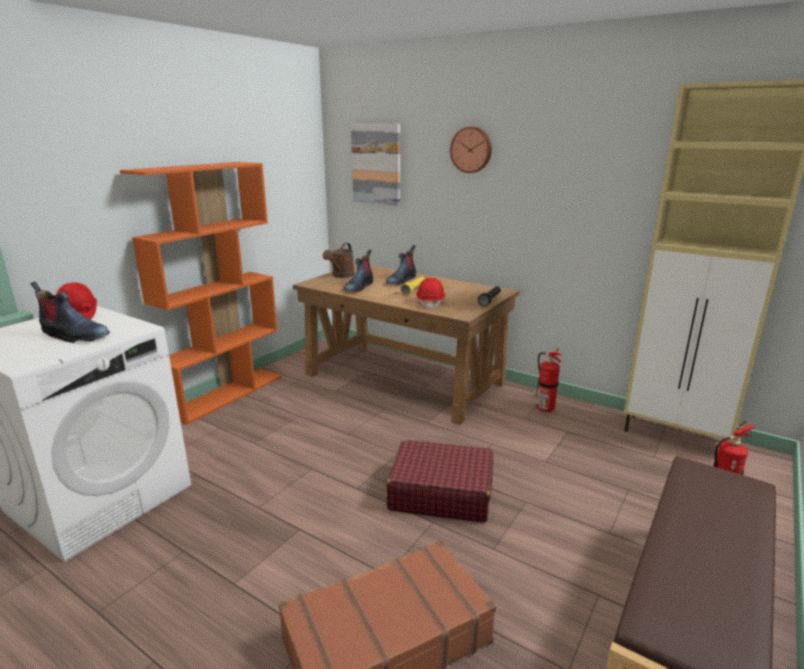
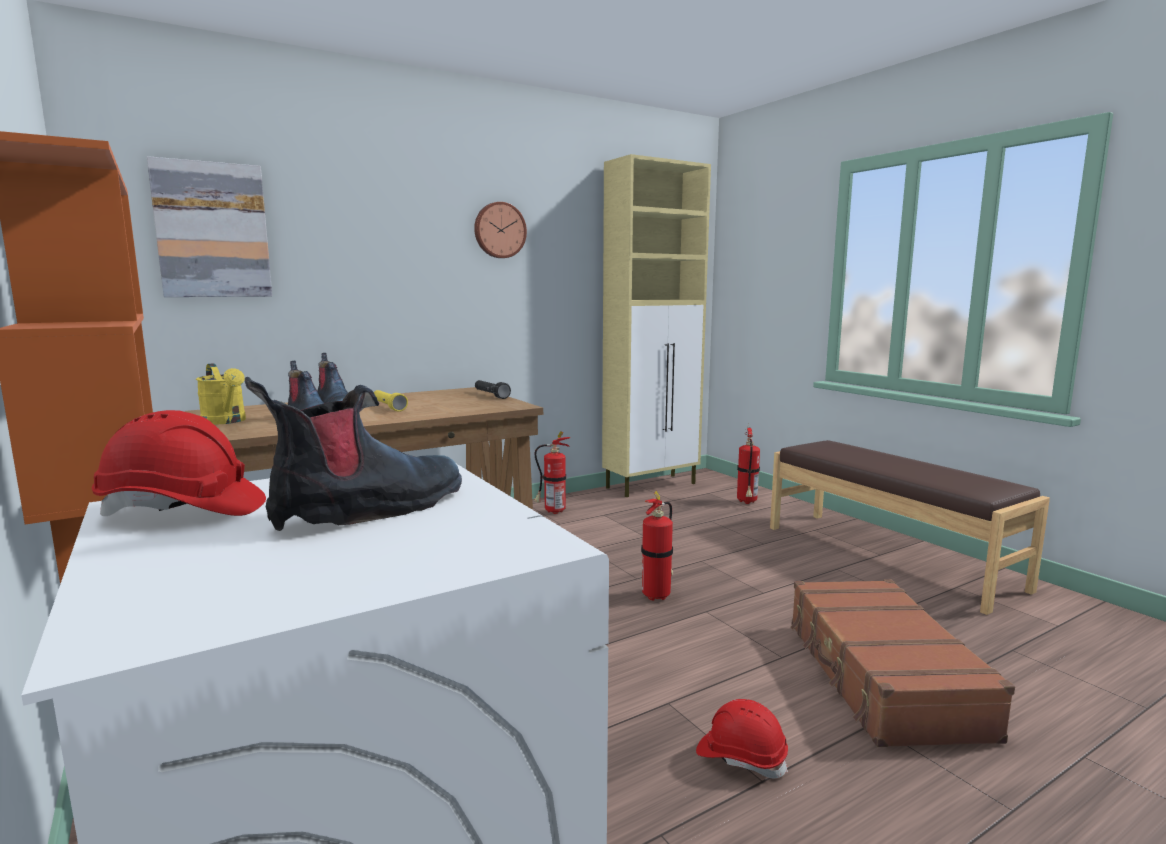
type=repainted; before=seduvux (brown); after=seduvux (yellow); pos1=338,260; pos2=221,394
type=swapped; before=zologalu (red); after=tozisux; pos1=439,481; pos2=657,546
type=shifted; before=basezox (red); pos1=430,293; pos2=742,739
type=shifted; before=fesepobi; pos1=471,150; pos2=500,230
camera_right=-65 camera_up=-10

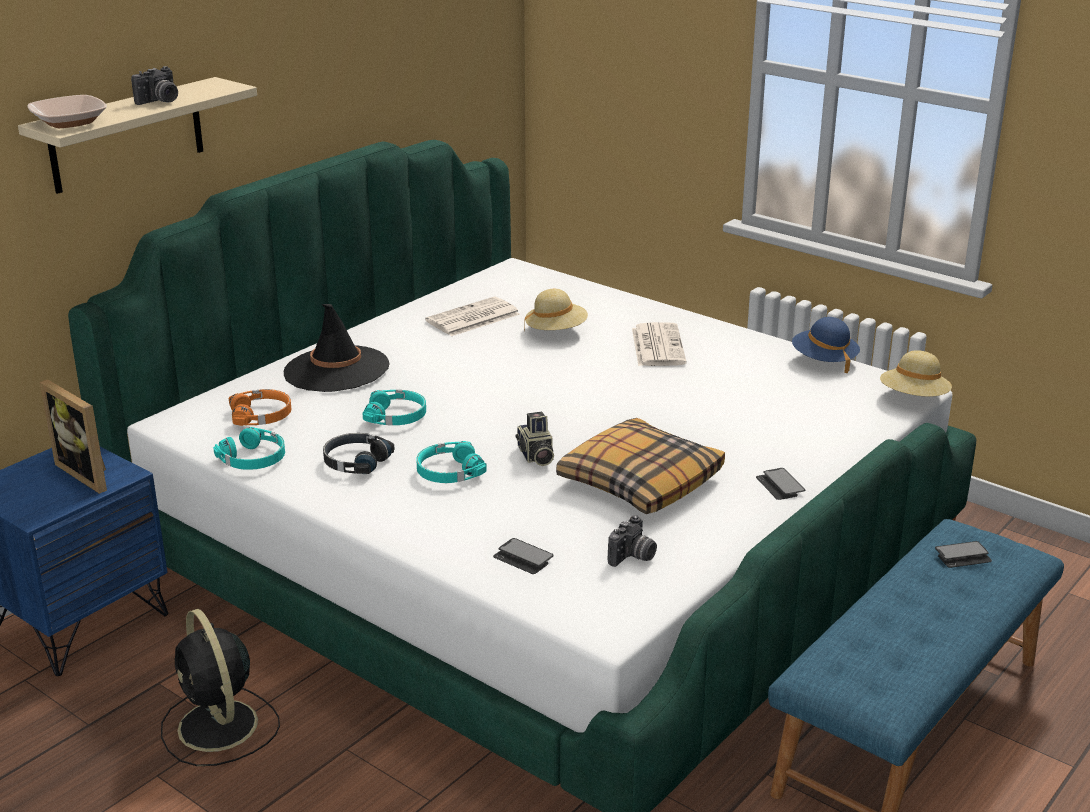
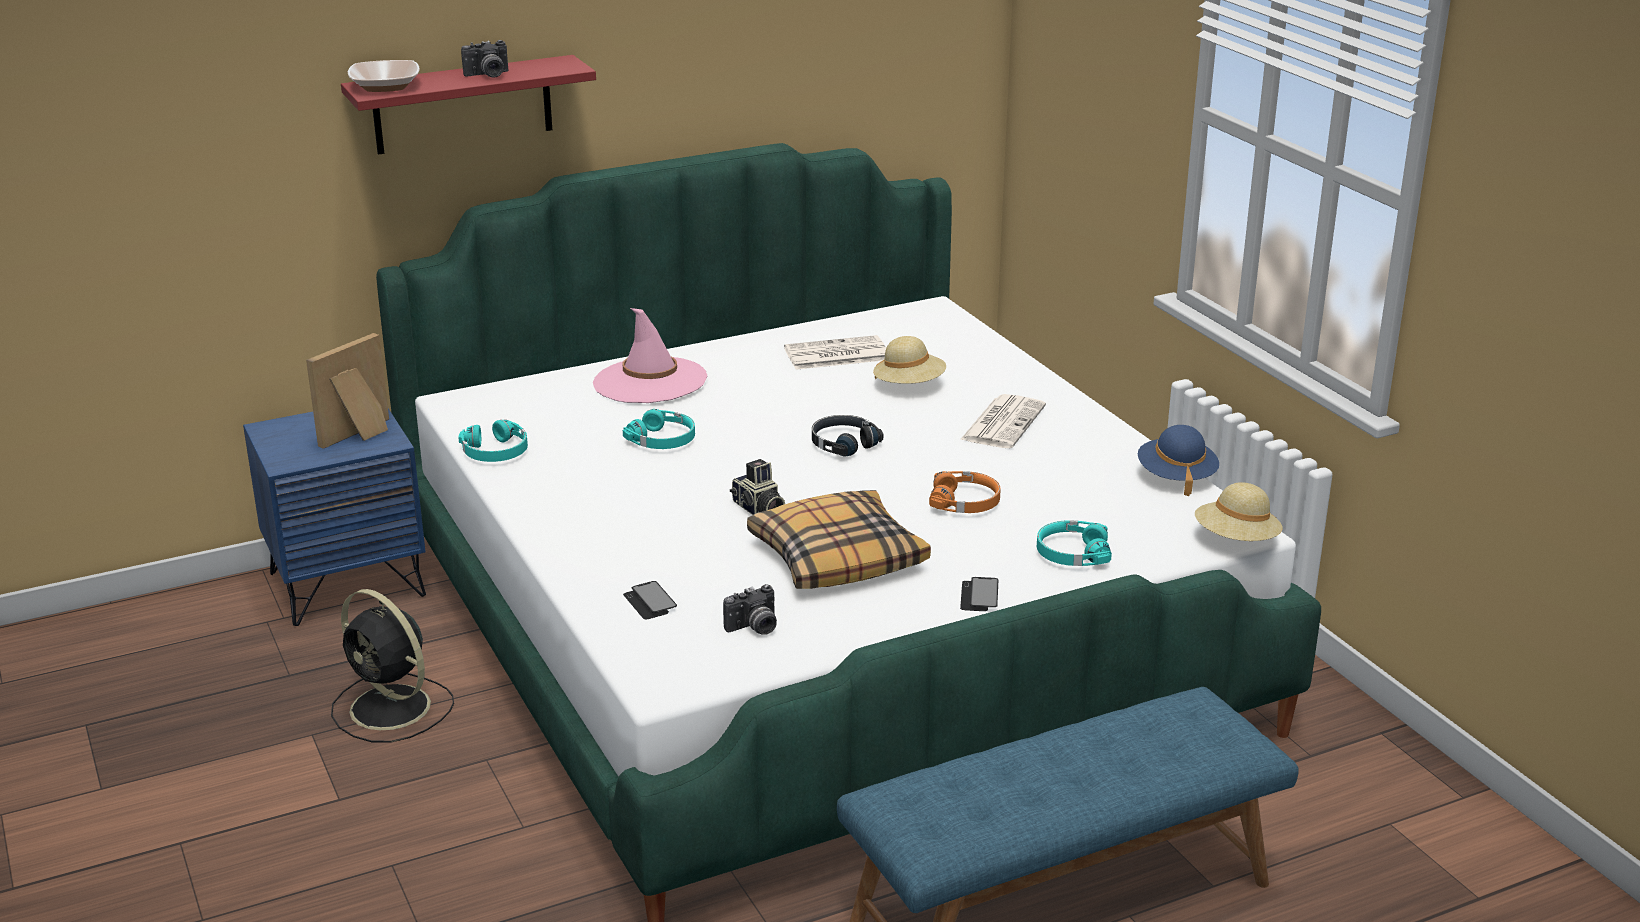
type=repainted; before=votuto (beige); after=votuto (red); pos1=137,135; pos2=468,105
type=rotated; before=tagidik; pos1=73,436; pos2=347,391; turn=60
type=rotated; before=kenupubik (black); pos1=220,687; pos2=392,665; turn=-45
type=shifted; before=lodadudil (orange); pos1=260,407; pos2=965,492
type=repainted; before=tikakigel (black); after=tikakigel (pink); pos1=337,348; pos2=650,355
type=shifted; before=lodadudil (black); pos1=359,453; pos2=847,436
type=shifted; before=lodadudil (turquoise); pos1=451,462; pos2=1074,543
type=rotated; before=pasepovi; pos1=534,439; pos2=757,487; turn=-45
type=gone; before=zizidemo; pos1=963,554
camera_right=25 camera_up=0

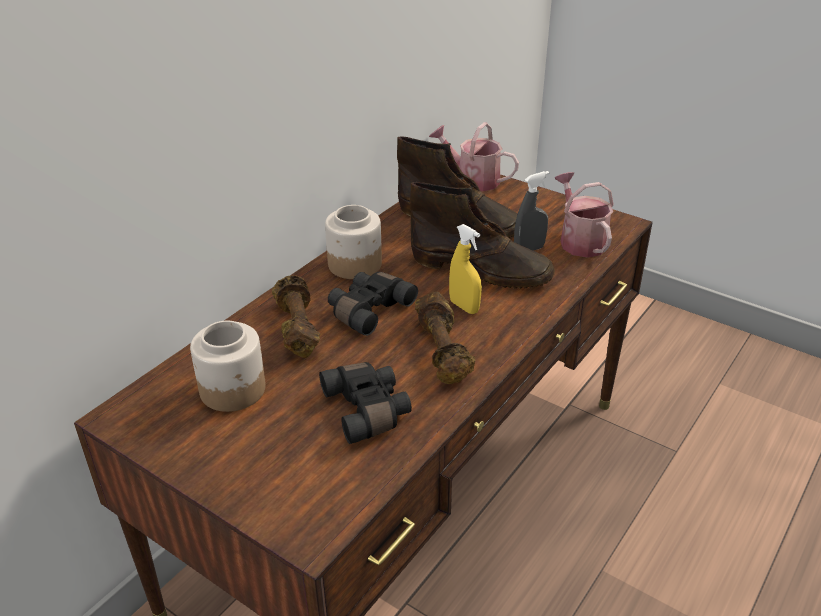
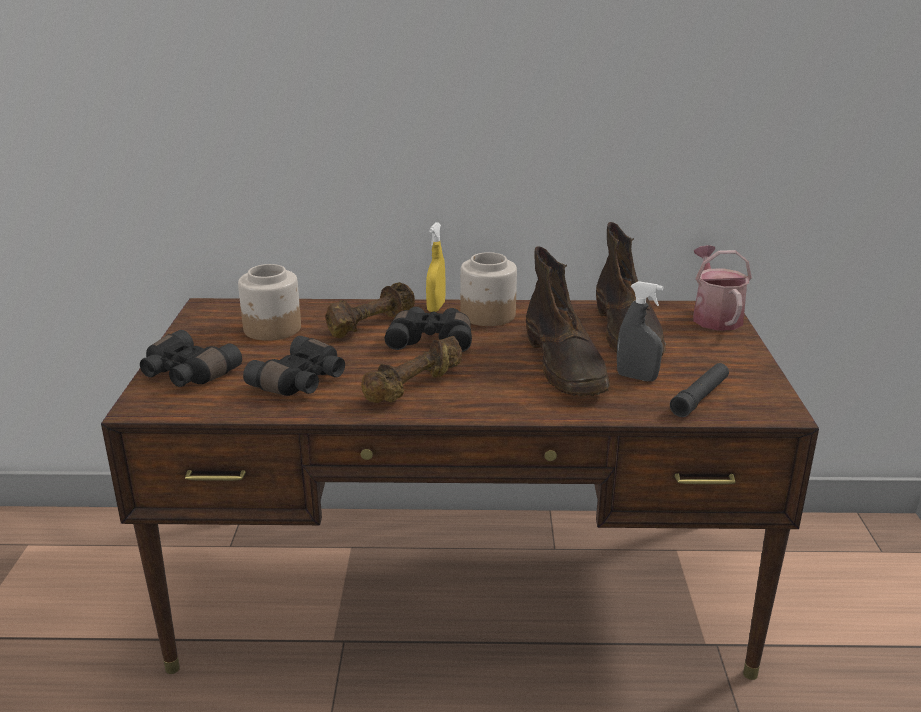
type=shifted; before=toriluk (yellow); pos1=465,269; pos2=436,267
type=swapped; before=seduvux; after=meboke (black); pos1=584,215; pos2=699,390
type=new; after=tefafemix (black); pos2=191,358
camera_right=55 camera_up=-10

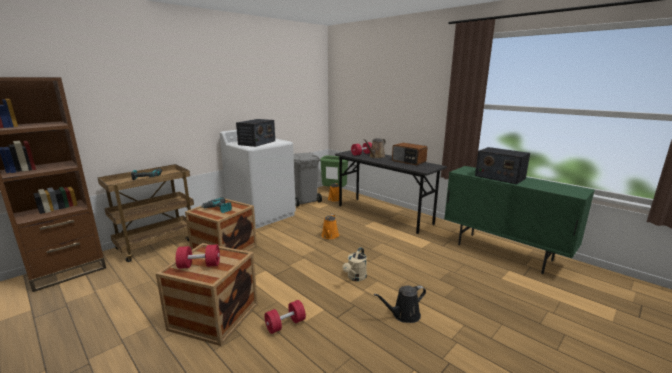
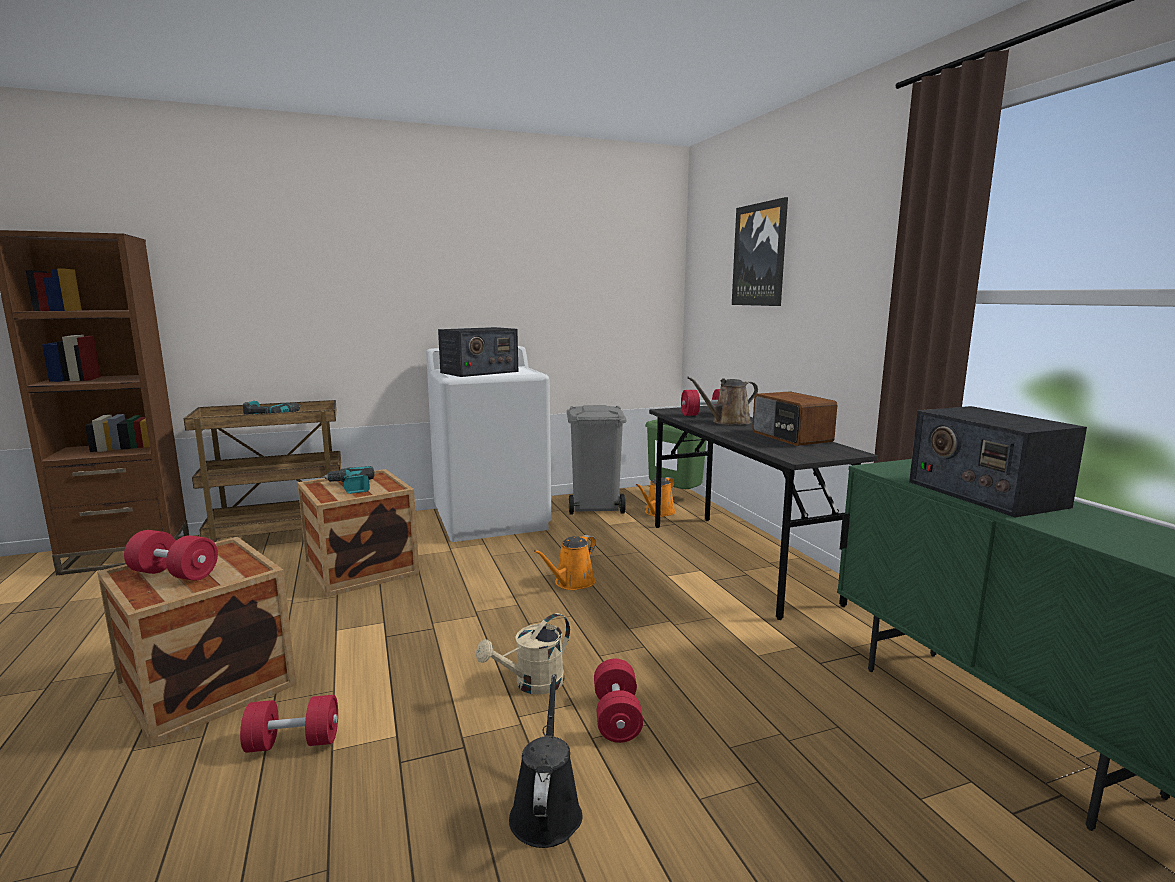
type=rotated; before=seduvux (black); pos1=400,304; pos2=546,761; turn=90
type=new; after=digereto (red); pos2=618,701
type=new; after=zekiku; pos2=760,251
camera_right=25 camera_up=-5

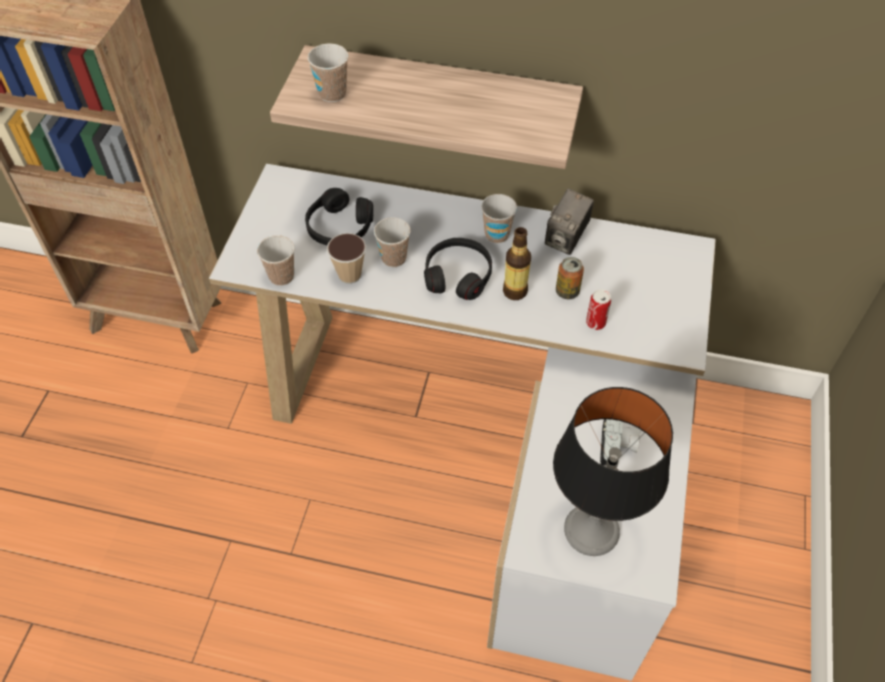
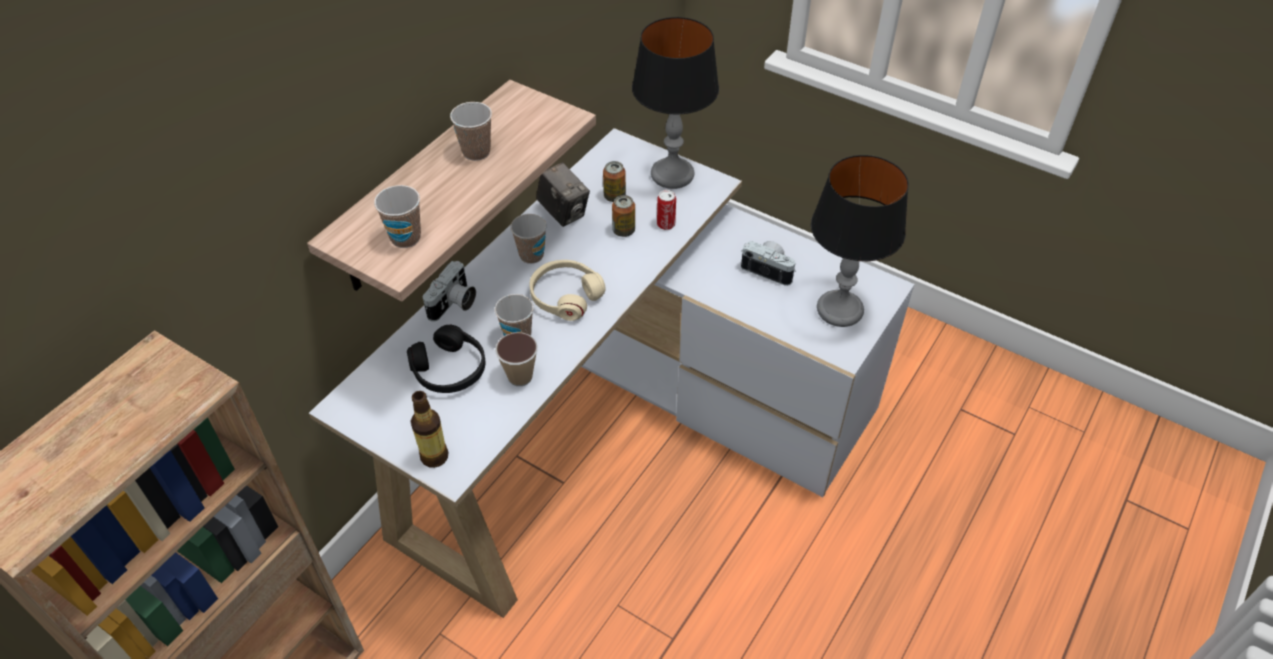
type=shifted; before=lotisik; pos1=276,260; pos2=471,131
type=repainted; before=lodadudil (black); after=lodadudil (beige); pos1=458,269; pos2=567,290
type=shifted; before=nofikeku; pos1=517,263; pos2=430,429
type=new; after=pasepovi; pos2=449,291
type=new; after=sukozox; pos2=614,181
type=new; after=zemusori; pos2=675,103
camera_right=-70 camera_up=-5

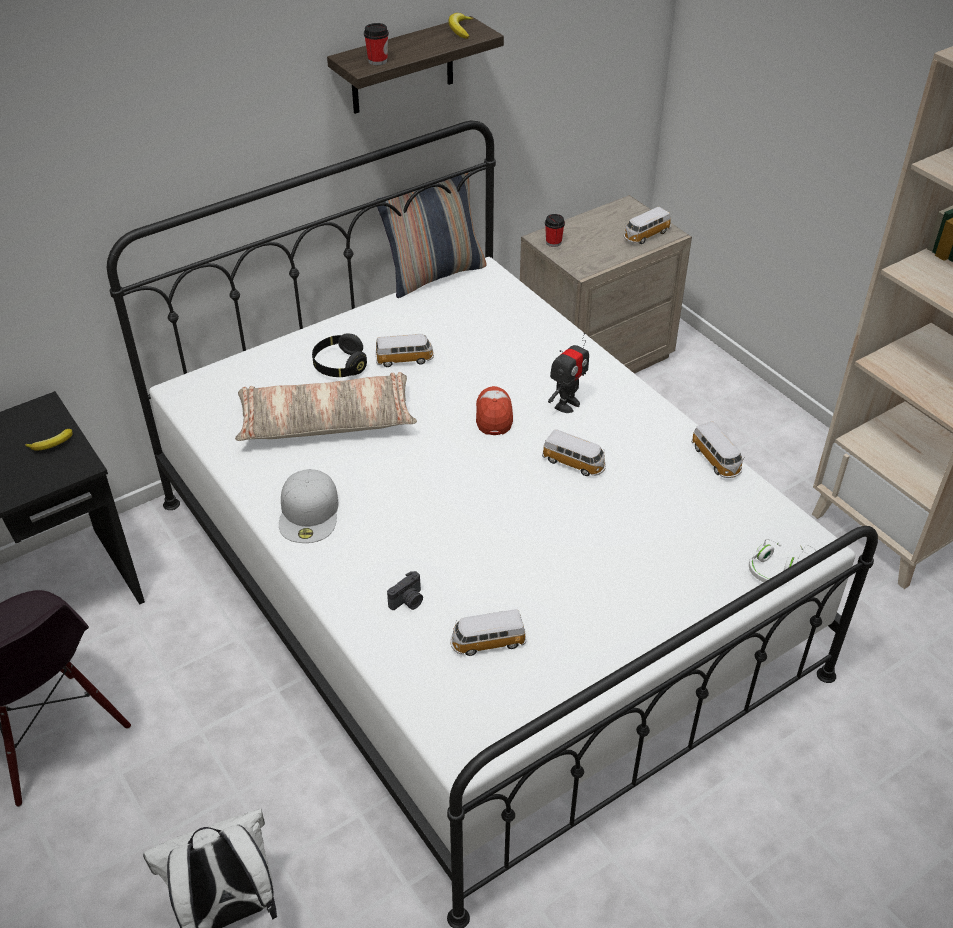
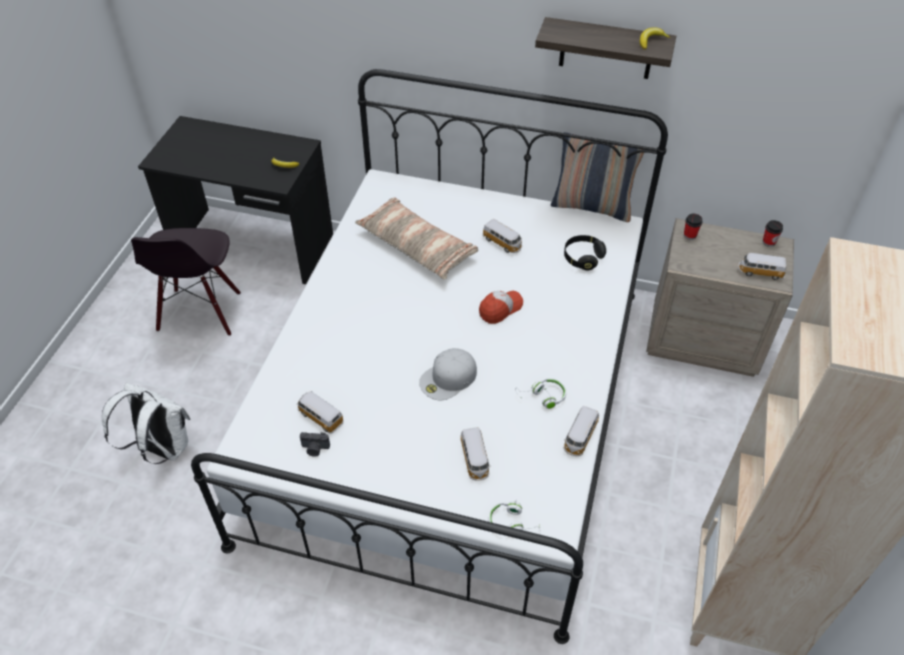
type=shifted; before=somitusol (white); pos1=308,506; pos2=448,374
type=shifted; before=lodadudil (black); pos1=339,355; pos2=585,252
type=shifted; before=lotisik; pos1=376,44; pos2=772,233
type=shifted; before=pasepovi; pos1=405,590; pos2=315,444
type=shifted; before=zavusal; pos1=574,452; pos2=475,454
type=gone; before=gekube; pos1=568,373
type=new; after=lodadudil (white); pos2=541,393
camera_right=50 camera_up=5

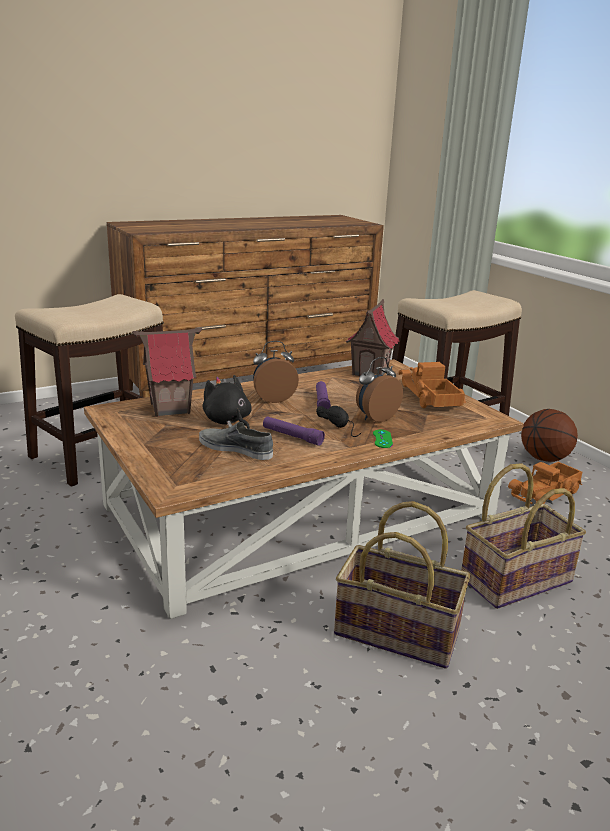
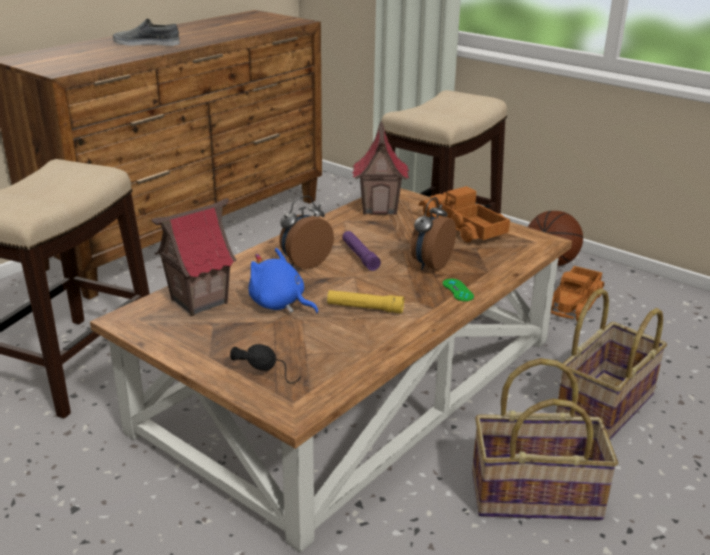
type=shifted; before=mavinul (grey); pos1=236,441; pos2=146,32
type=repainted; before=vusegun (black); after=vusegun (blue); pos1=227,402; pos2=283,280
type=repainted; before=meboke (purple); after=meboke (yellow); pos1=294,431; pos2=365,302
type=shifted; before=lodadudil (black); pos1=339,421; pos2=265,364
camera_right=-20 camera_up=5

